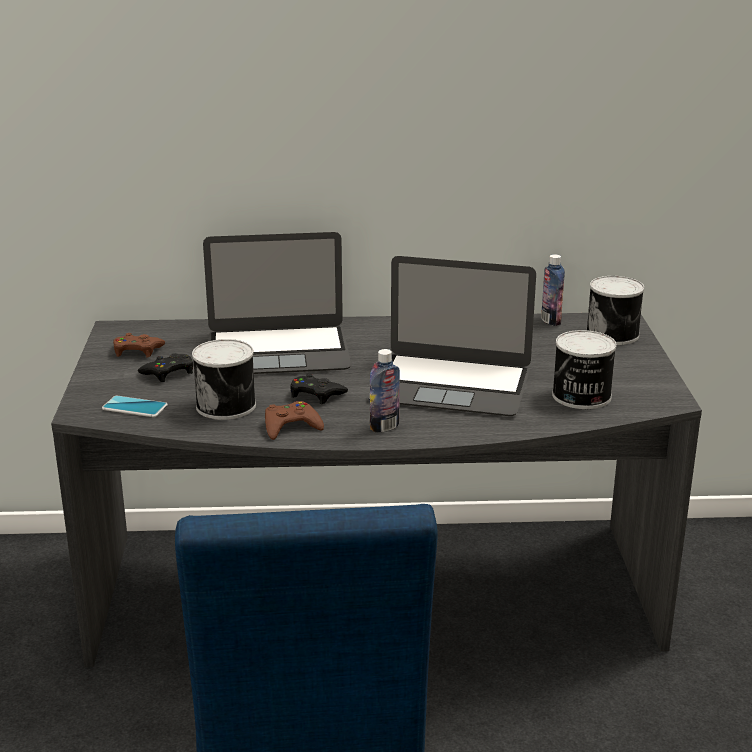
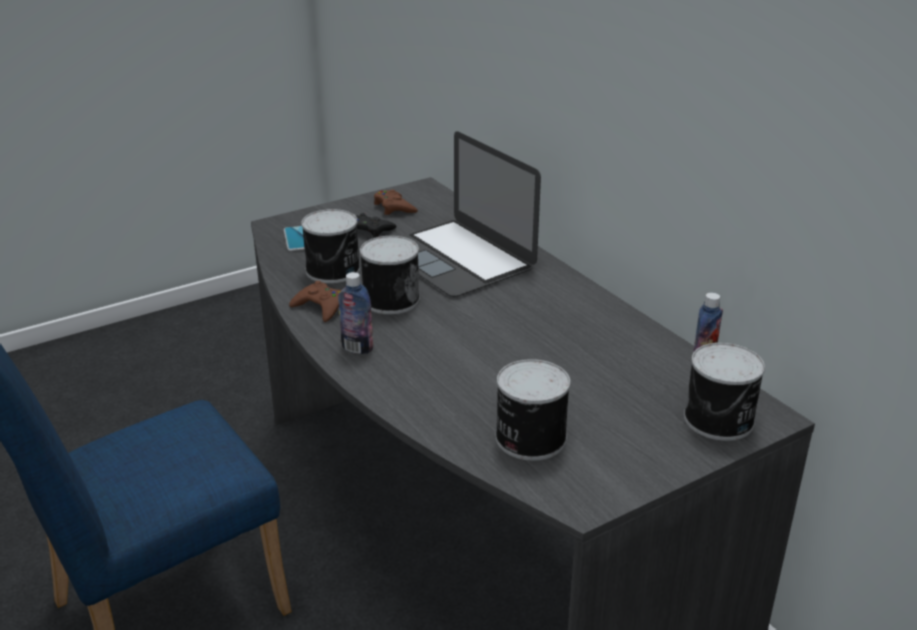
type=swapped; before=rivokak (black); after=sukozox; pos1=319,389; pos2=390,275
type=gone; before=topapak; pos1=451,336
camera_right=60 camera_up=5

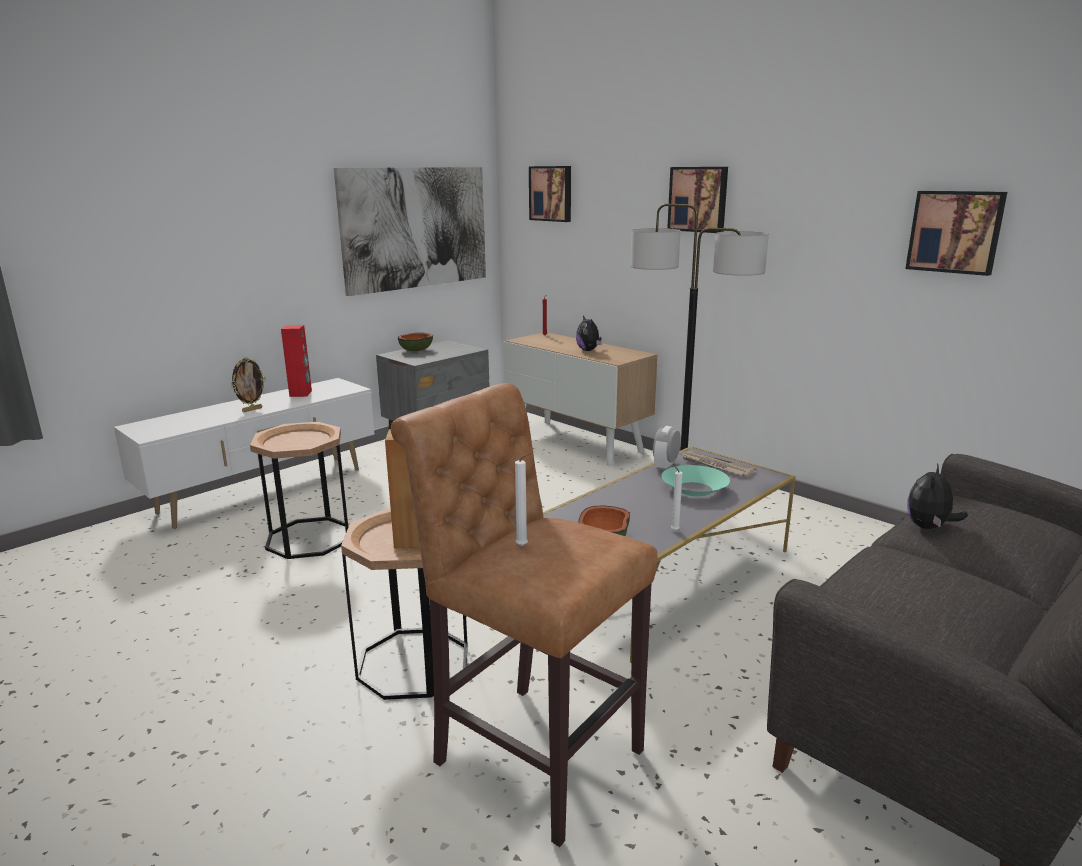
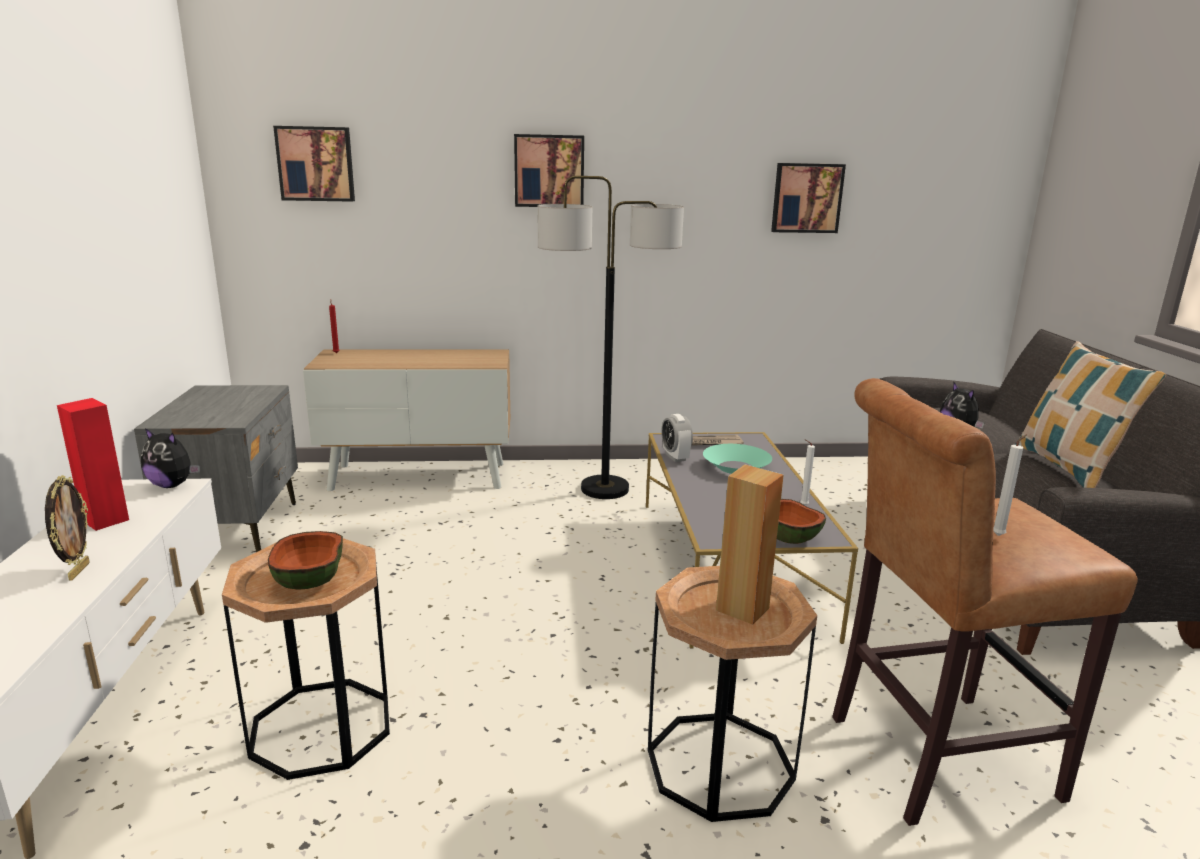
type=gone; before=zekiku; pos1=410,231
type=shifted; before=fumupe; pos1=415,341; pos2=305,560
type=shifted; before=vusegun; pos1=589,333; pos2=170,458
type=new; after=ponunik; pos2=1090,414
camera_right=-50 camera_up=0

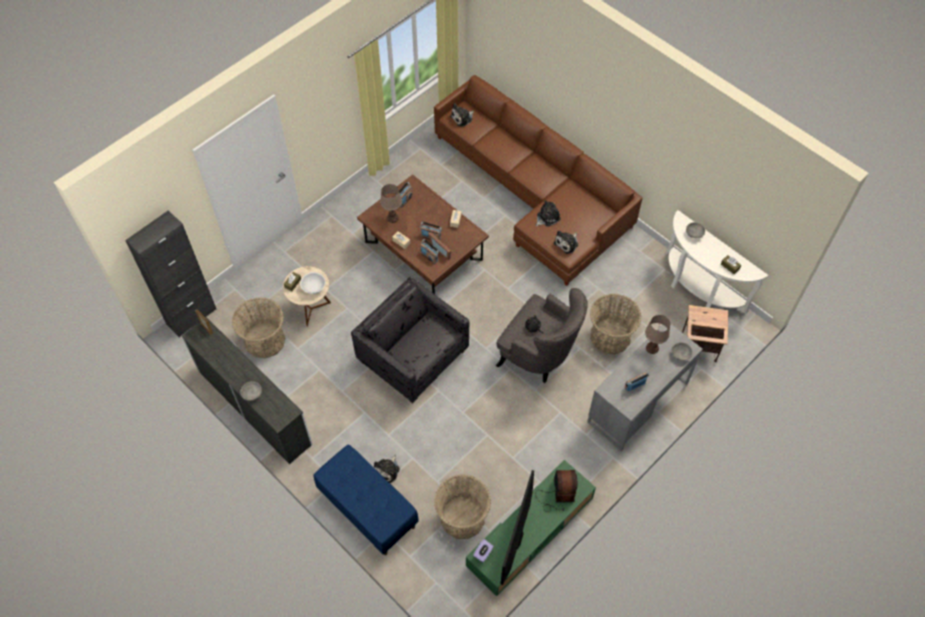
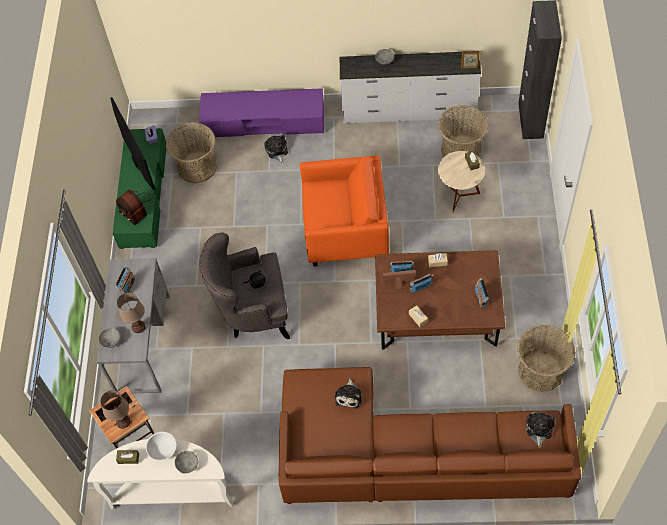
type=shifted; before=fumupe (white); pos1=313,283; pos2=161,446
type=swapped; before=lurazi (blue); after=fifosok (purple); pos1=366,499; pos2=261,112
type=repainted; before=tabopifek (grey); after=tabopifek (orange); pos1=410,340; pos2=344,210
type=shifted; before=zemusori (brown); pos1=391,203; pos2=115,410
type=gone; before=vusegun; pos1=566,242
type=shifted; before=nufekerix; pos1=615,324; pos2=546,358
camera_right=140 camera_up=0

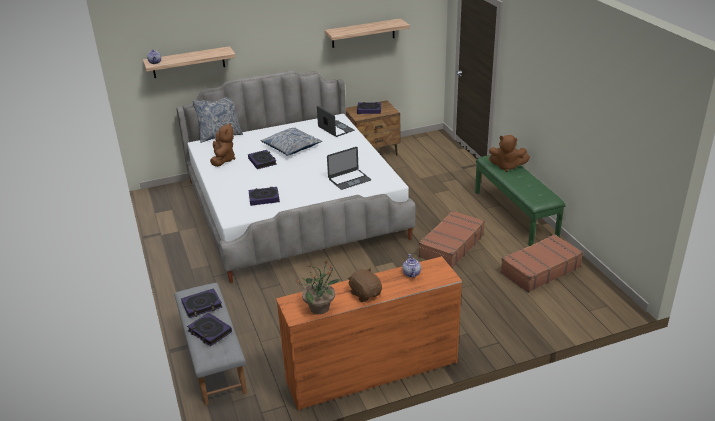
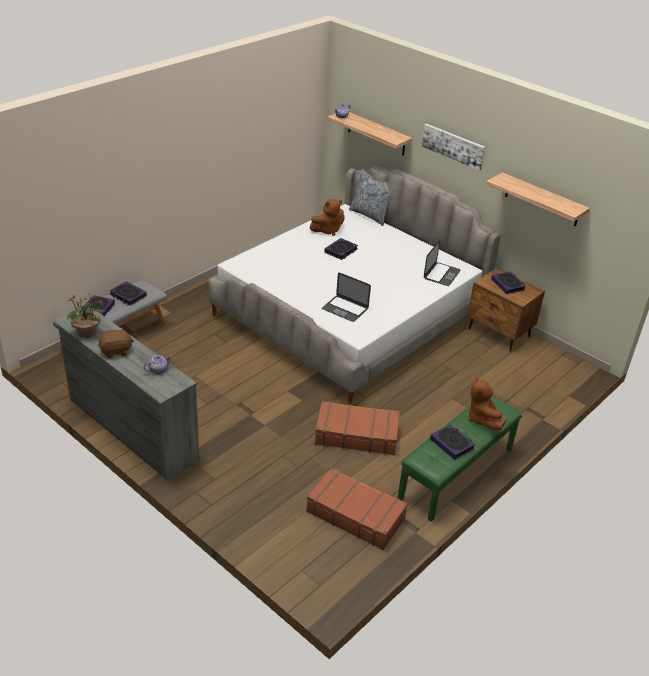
type=shifted; before=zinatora; pos1=264,196; pos2=452,442
type=gone; before=ponunik; pos1=291,142
type=repainted; before=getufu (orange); after=getufu (grey); pos1=369,333; pos2=129,394
type=rotated; before=vusegun (brown); pos1=364,285; pos2=116,342; turn=45
type=new; after=zekiku; pos2=453,147
camera_right=60 camera_up=5

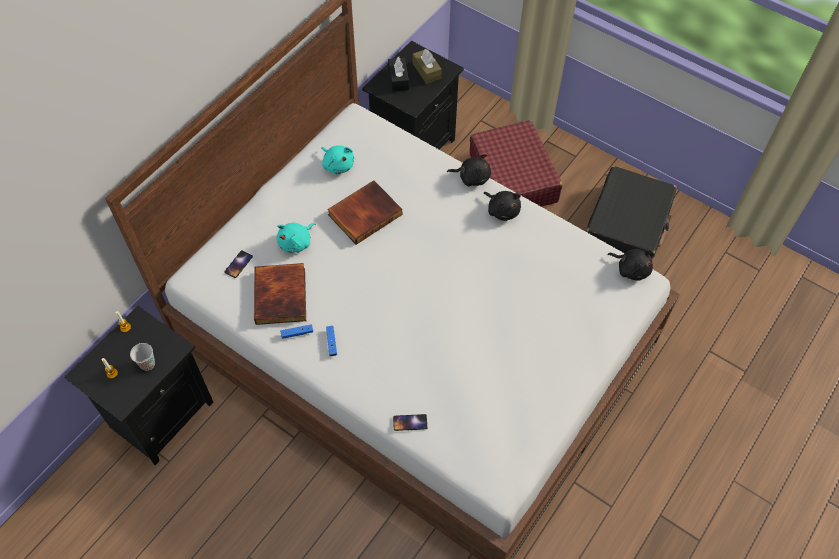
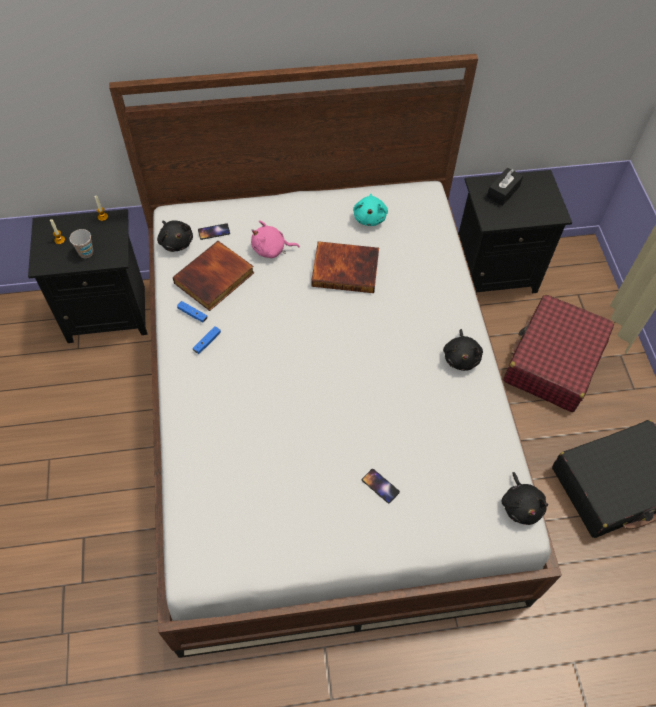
type=repainted; before=vusegun (turquoise); after=vusegun (pink); pos1=296,238; pos2=275,239
type=shifted; before=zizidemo; pos1=410,422; pos2=381,486
type=gone; before=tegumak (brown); pos1=427,66
type=shifted; before=vusegun (black); pos1=469,170; pos2=175,236
camera_right=45 camera_up=0

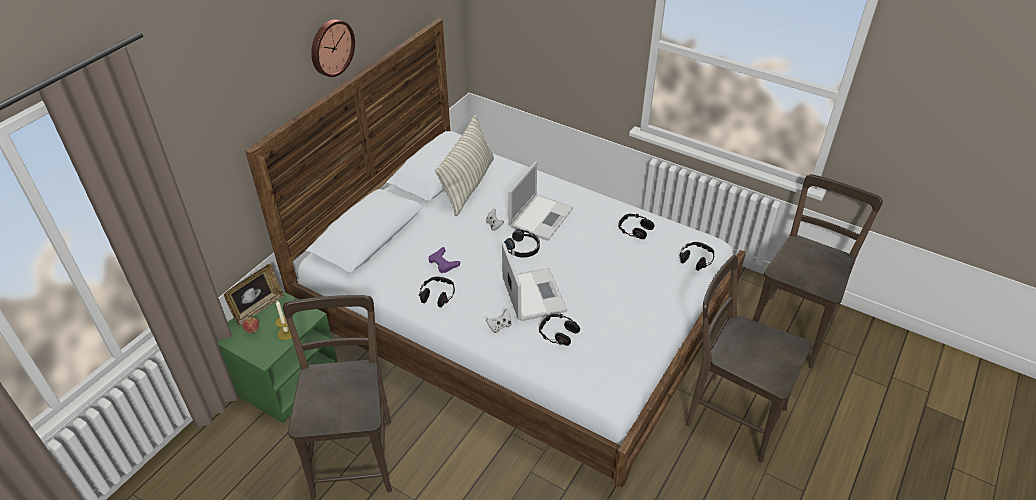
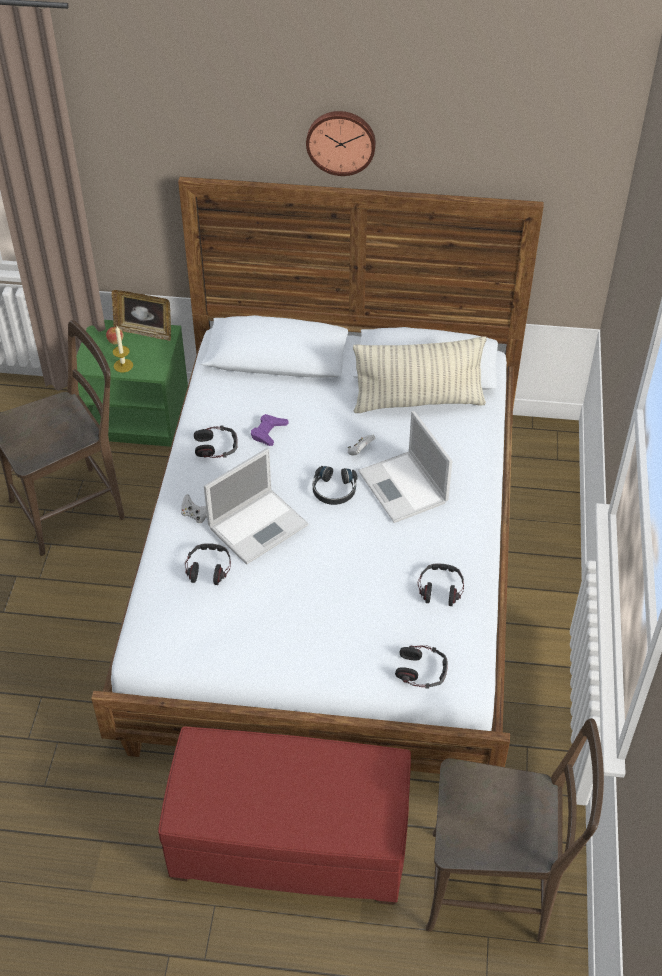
type=rotated; before=topapak; pos1=540,201; pos2=405,467; turn=60
type=swapped; before=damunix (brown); after=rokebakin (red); pos1=749,358; pos2=284,815
camera_right=65 camera_up=5

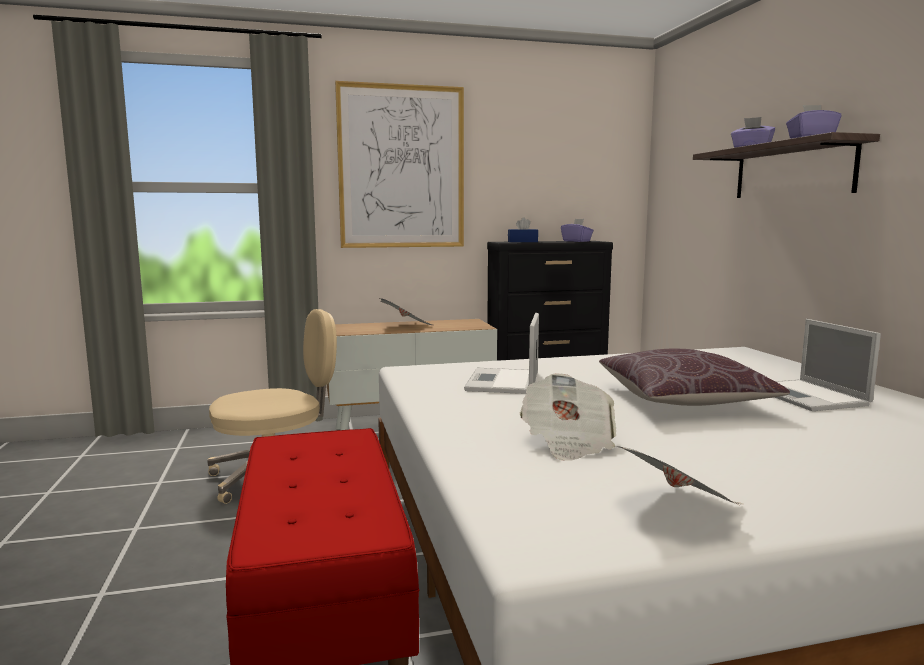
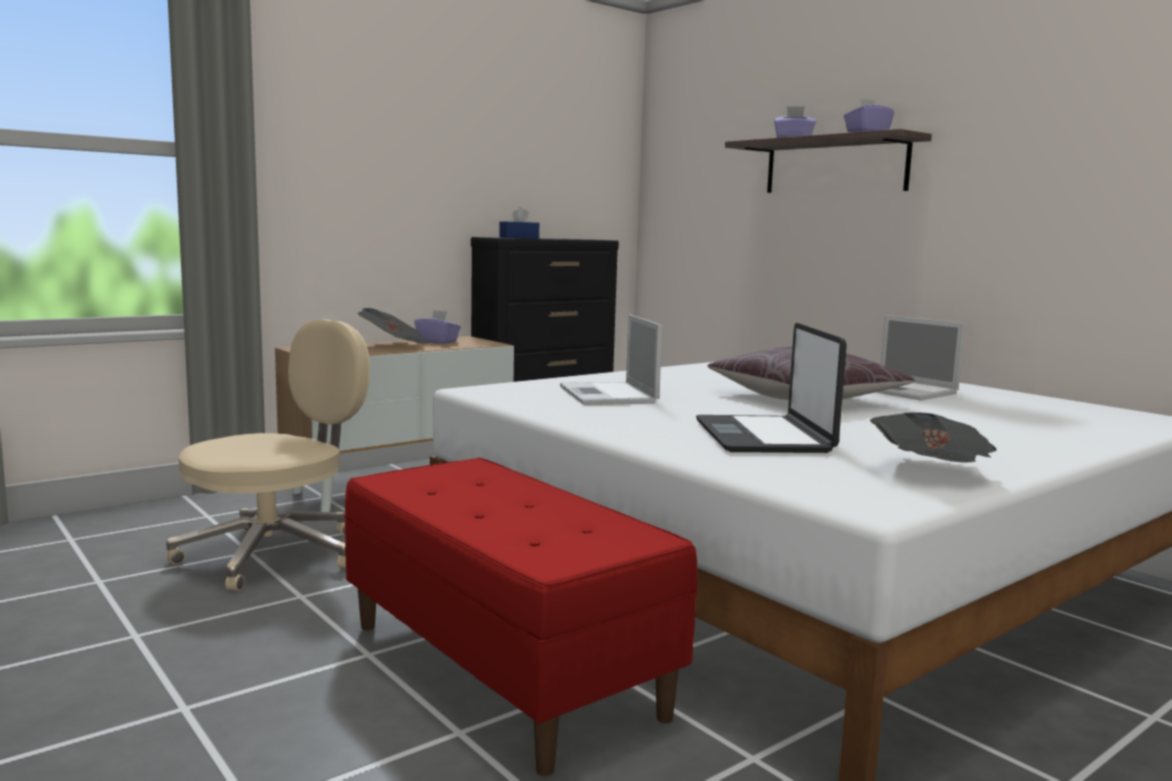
type=gone; before=zekiku; pos1=399,164
type=swapped; before=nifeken; after=topapak; pos1=568,417; pos2=771,388
type=shifted; before=tegumak (purple); pos1=577,230; pos2=437,327
camera_right=-25 camera_up=0

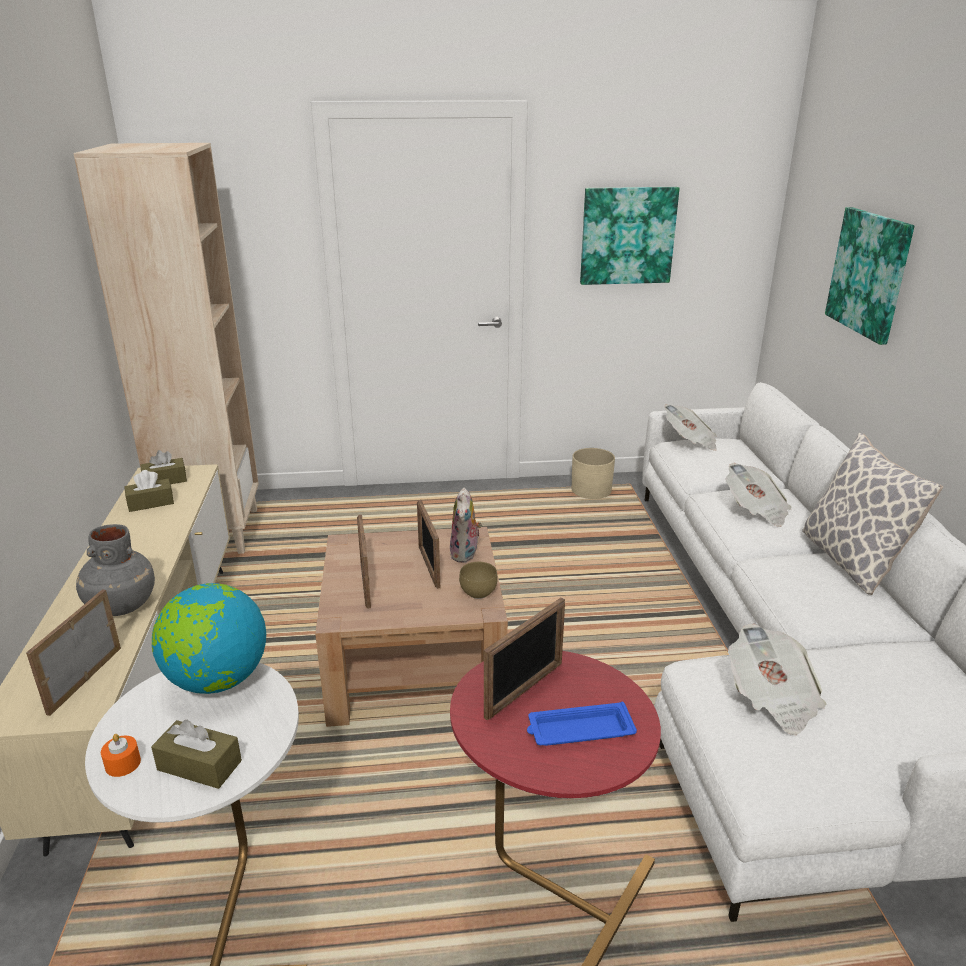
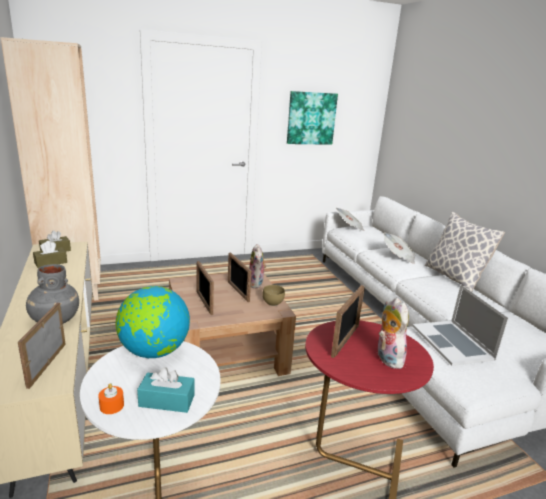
type=repainted; before=tegumak (brown); after=tegumak (turquoise); pos1=196,754; pos2=166,390
type=swapped; before=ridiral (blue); after=vusegun; pos1=582,724; pos2=393,333
type=gone; before=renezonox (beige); pos1=593,473
type=swapped; before=nifeken; after=topapak; pos1=777,679; pos2=460,325
type=gone; before=zekiku; pos1=869,276
camera_right=-15 camera_up=-5

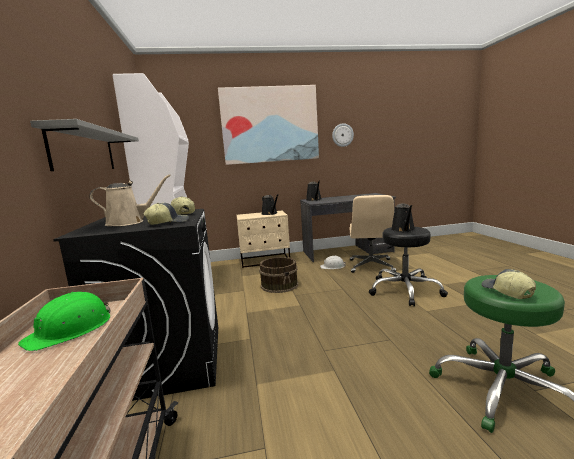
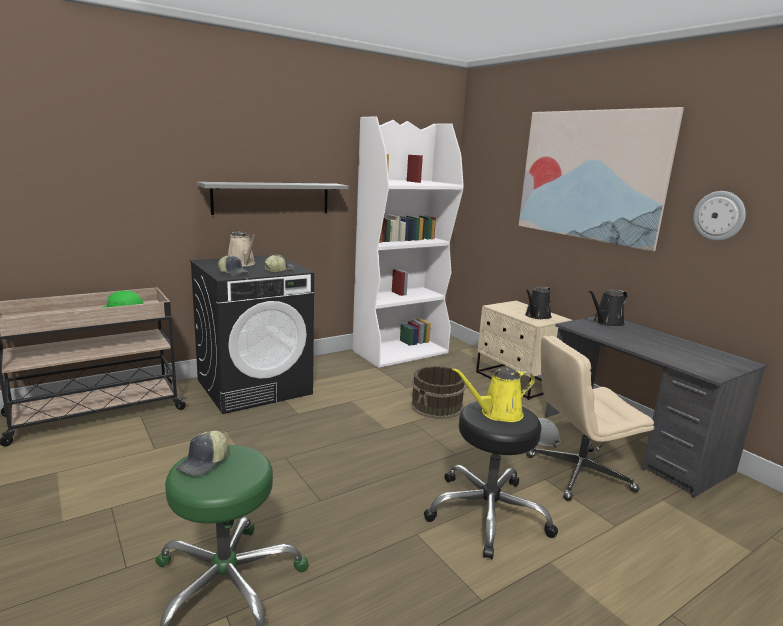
type=repainted; before=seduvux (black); after=seduvux (yellow); pos1=403,217; pos2=493,395
type=rotated; before=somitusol; pos1=509,284; pos2=202,453; turn=150
camera_right=65 camera_up=5

